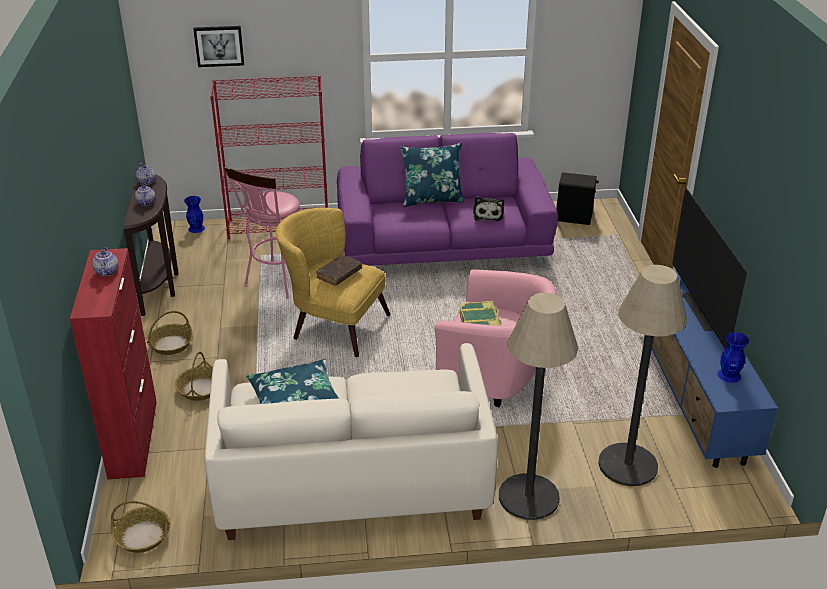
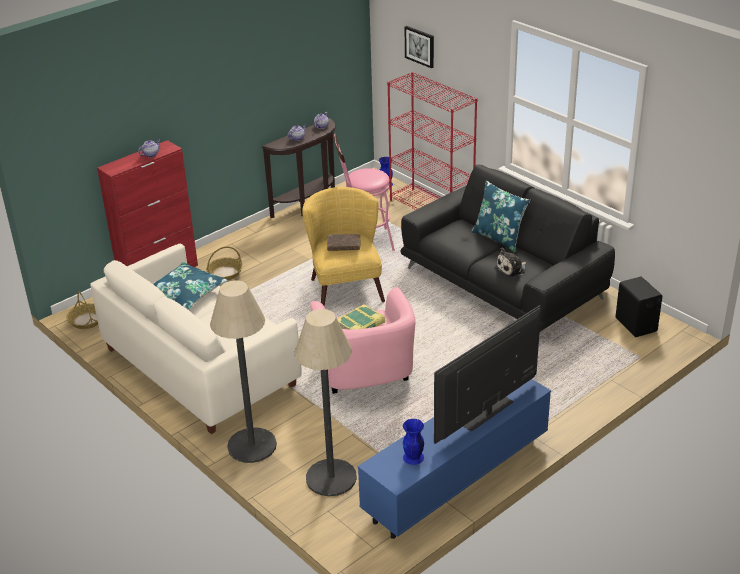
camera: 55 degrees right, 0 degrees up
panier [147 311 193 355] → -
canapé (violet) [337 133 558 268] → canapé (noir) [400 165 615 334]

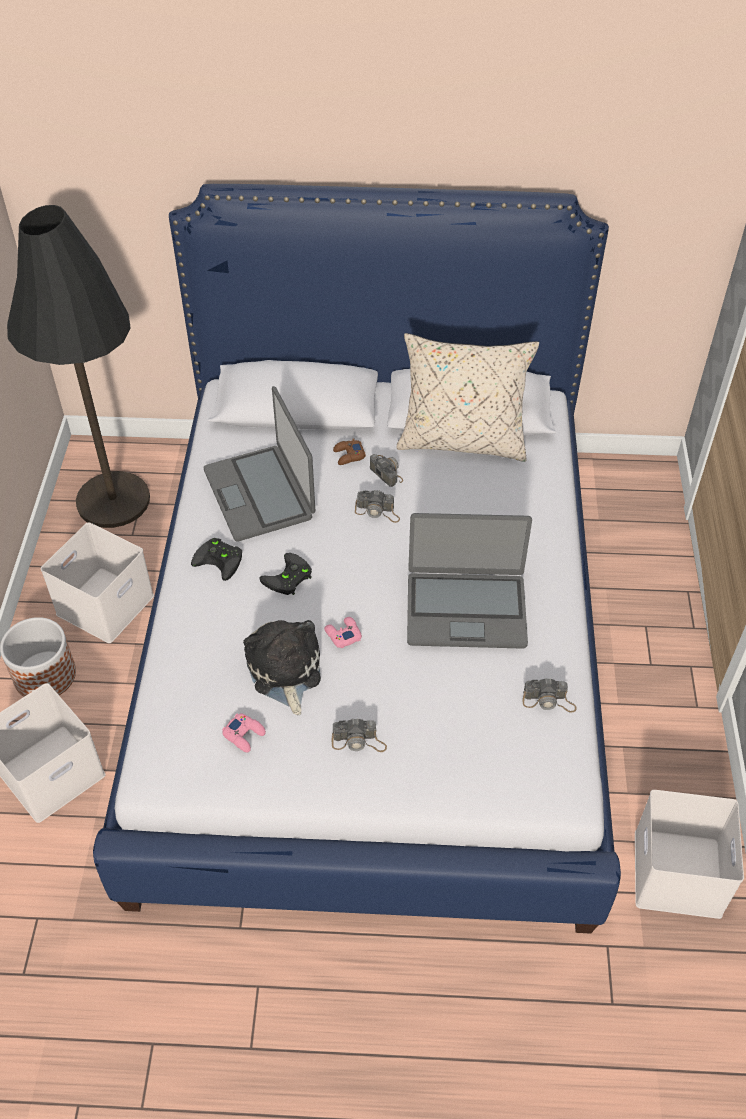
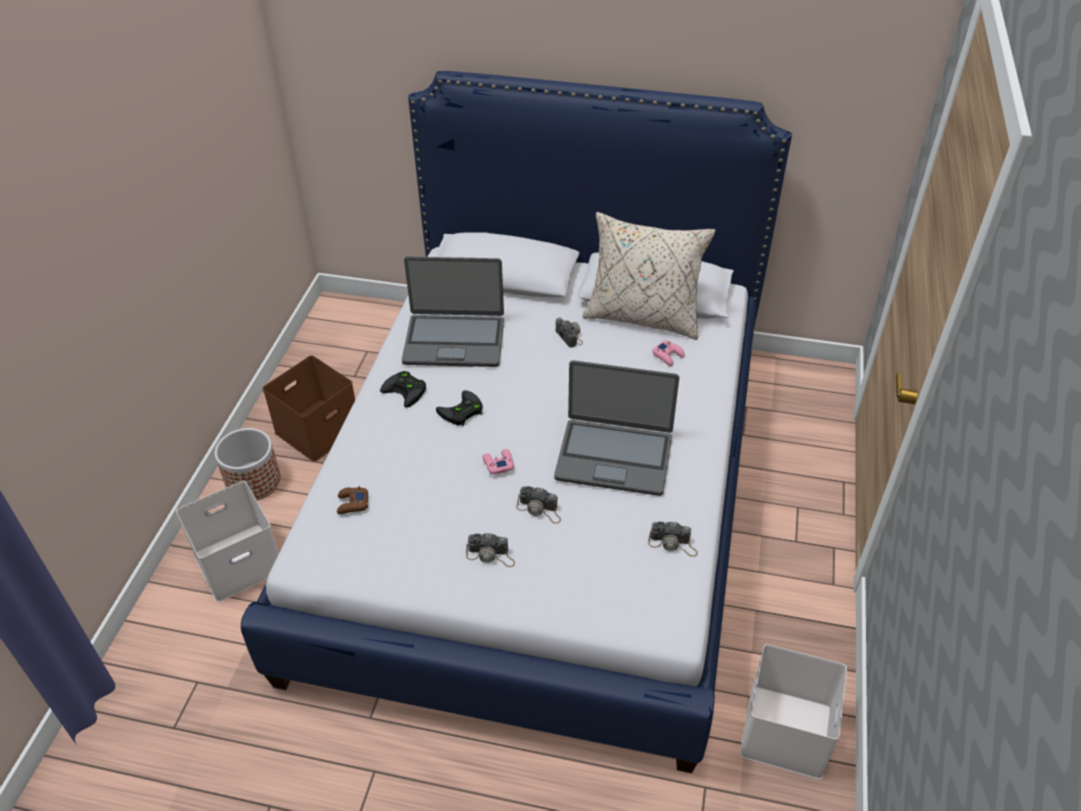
camera: 10 degrees right, 5 degrees down
lampadaire (noir) [7 205 150 528] → -
peluche [243 620 321 715] → -
manette (rose) [222 713 266 752] → manette (rose) [652 341 685 366], relocated
manette (marron) [333 438 366 465] → manette (marron) [337 486 368 514], relocated
appareil photo [355 490 400 523] → appareil photo [516 486 561 524], relocated
boîte de rangement (blanc) [41 522 154 643] → boîte de rangement (marron) [263 355 355 462]
ordinateur portable [204 386 315 542] → ordinateur portable [402 256 504 367], 75 degrees counterclockwise

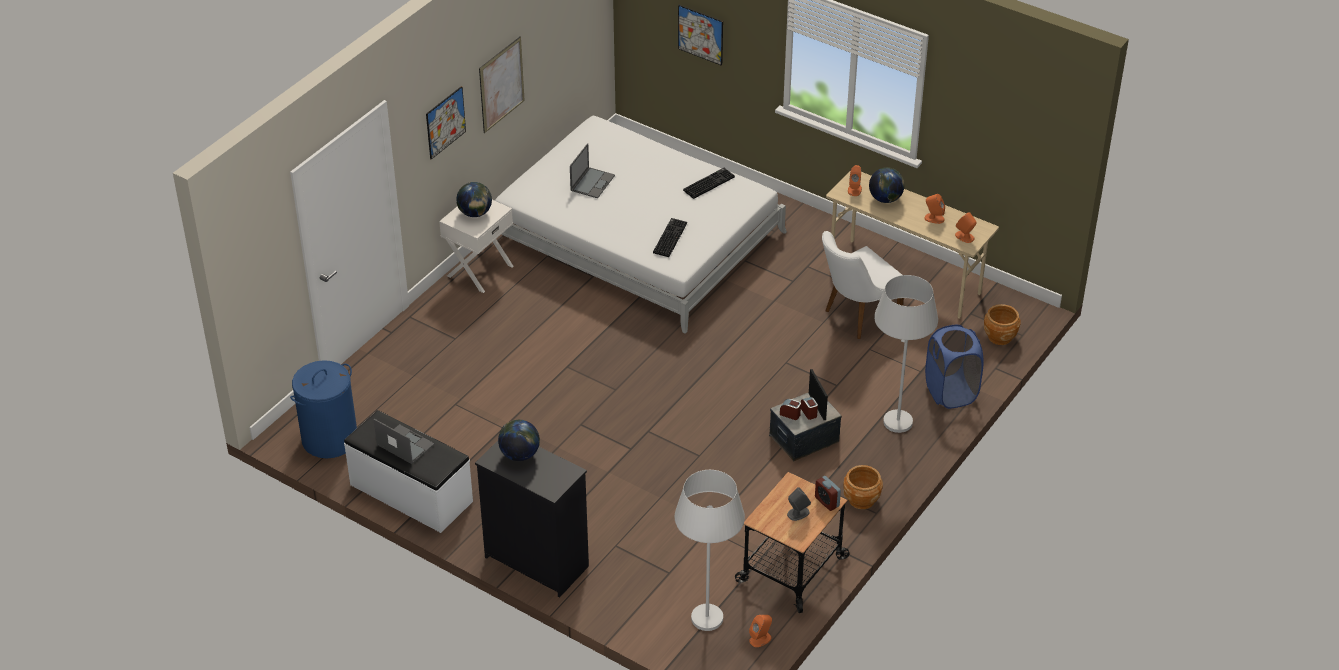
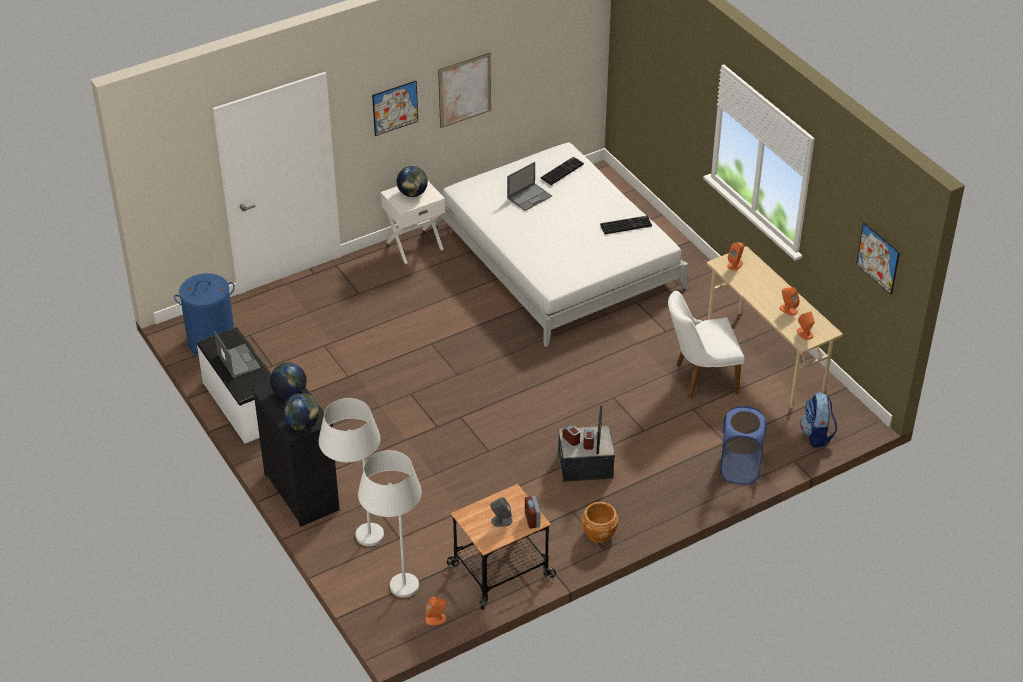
camera: 25 degrees right, 0 degrees up
clavier [653 218 687 257] → clavier [541 157 584 185], relocated
tableau [678 5 723 66] → tableau [856 222 900 295], relocated
globe [869 167 905 203] → globe [282 393 319 430], relocated
lampadaire (blanc) [874 275 938 433] → lampadaire (blanc) [319 398 384 546], relocated
cache-pot (marron) [984 304 1020 345] → sac à dos [800 392 837 448]

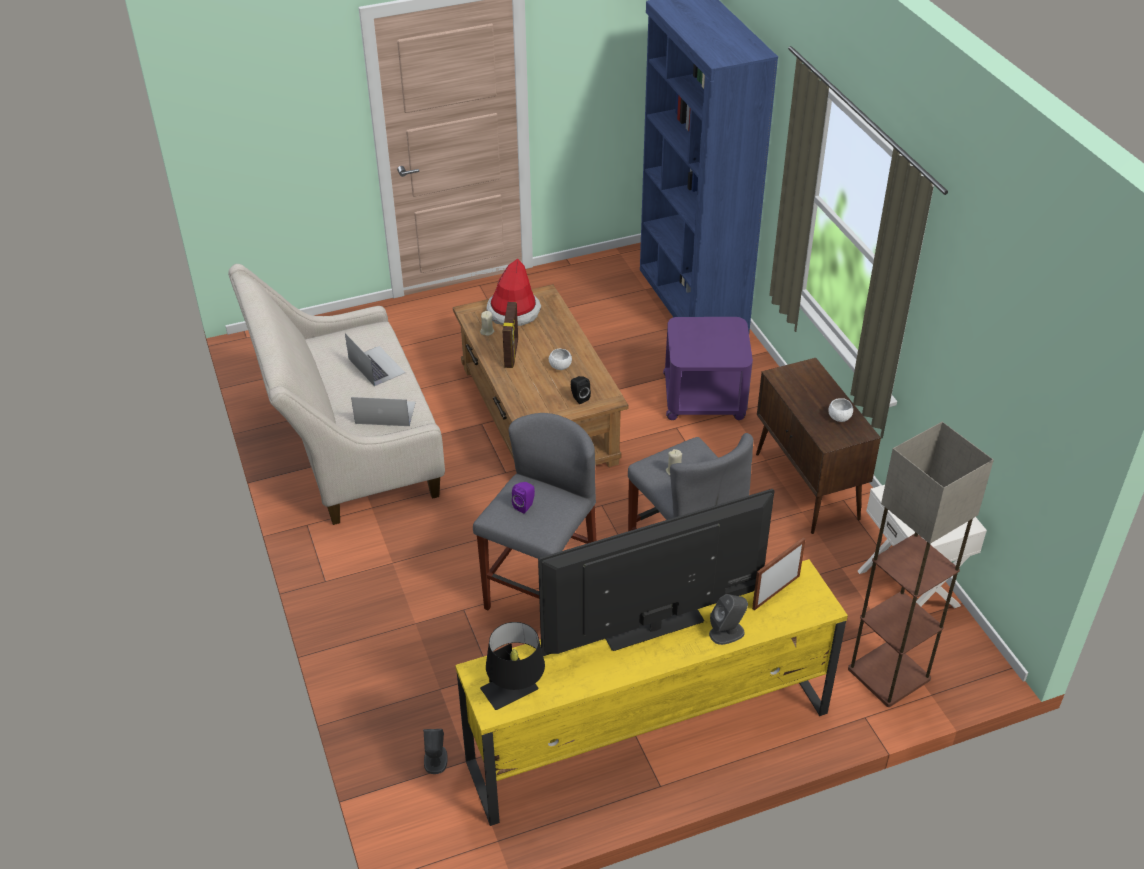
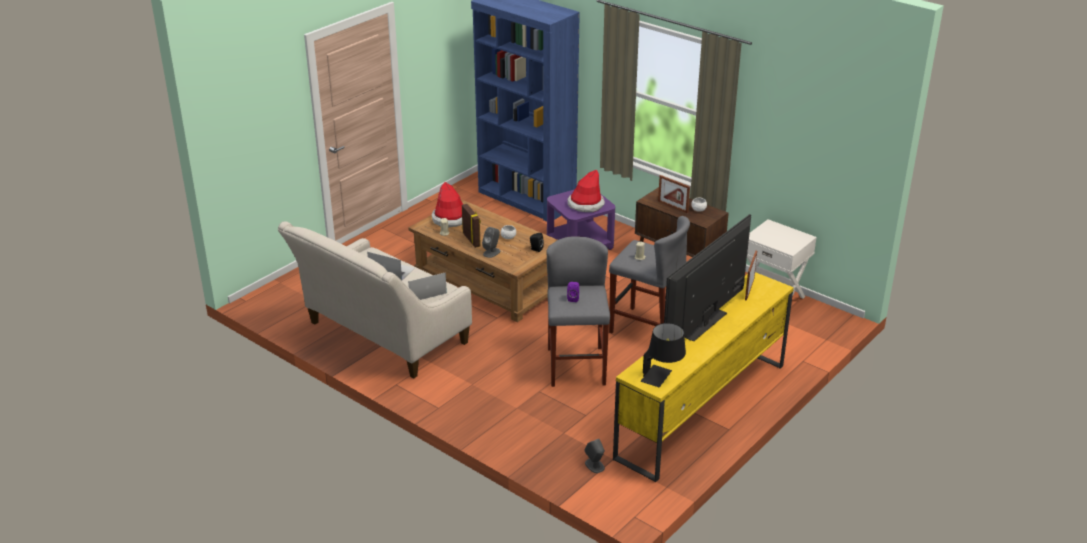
camera: 30 degrees left, 10 degrees down
lampadaire [848 422 994 707] → -
- → chapeau [567 170 605 212]
- → cadre photo [658 175 690 213]
enceinte (gris) [709 594 748 645] → enceinte (gris) [482 227 501 258], relocated

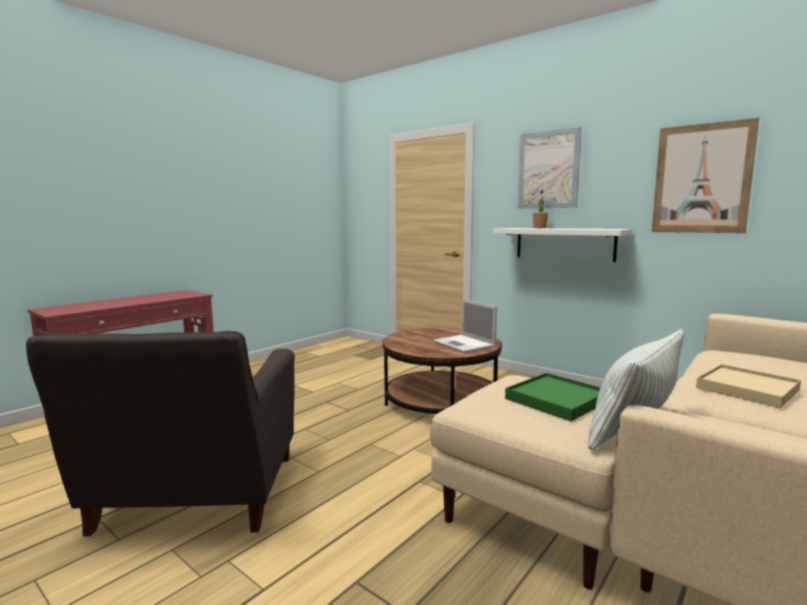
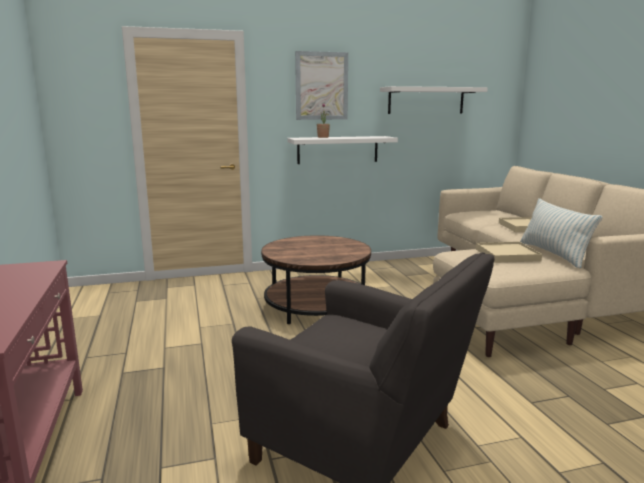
camera: 55 degrees left, 5 degrees up
ordinateur portable [433 300 497 353] → -
tableau [652 118 759 233] → étagère (blanc) [380 86 488 114]
plateau (vert) [505 373 600 421] → plateau (beige) [476 242 542 263]

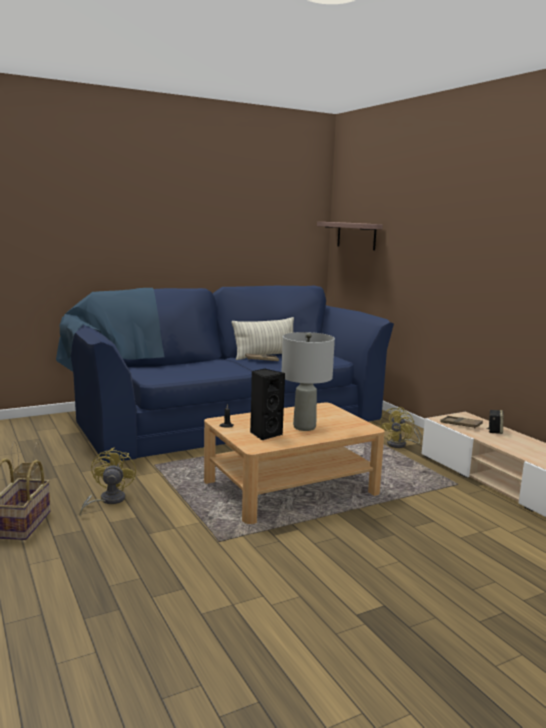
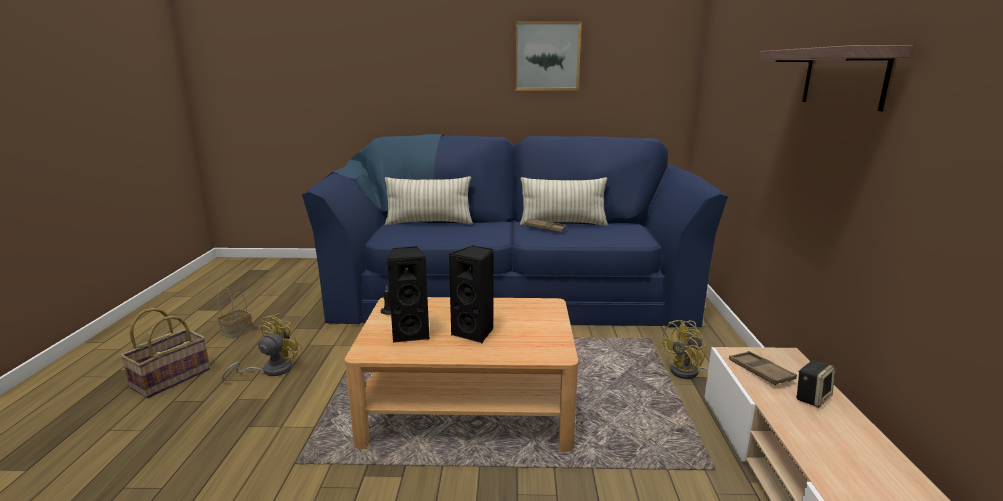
camera: 30 degrees right, 5 degrees up
- → coussin [385 176 473 225]
- → tableau [515 21 582 91]
étagère [317 222 383 250] → étagère [759 45 913 111], relocated
lampe de table (gris) [282 332 335 431] → enceinte (noir) [449 245 494 343]

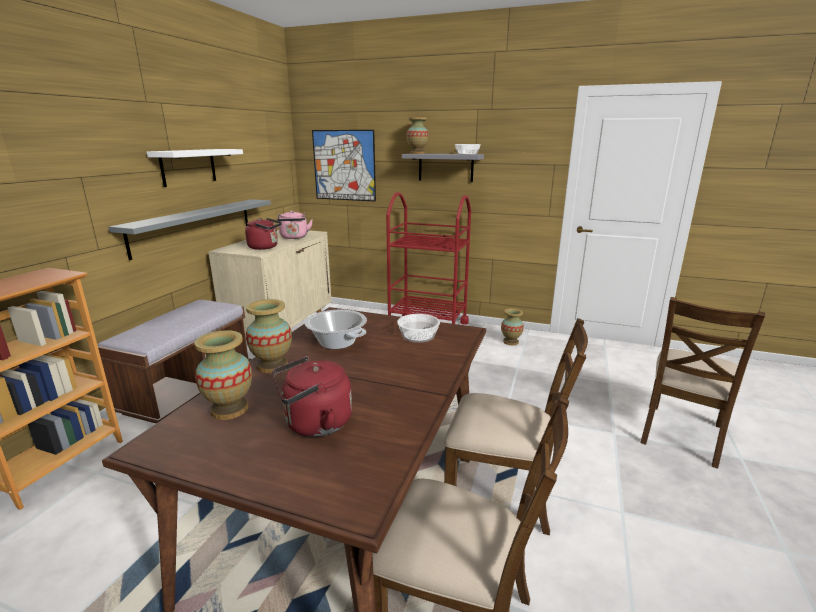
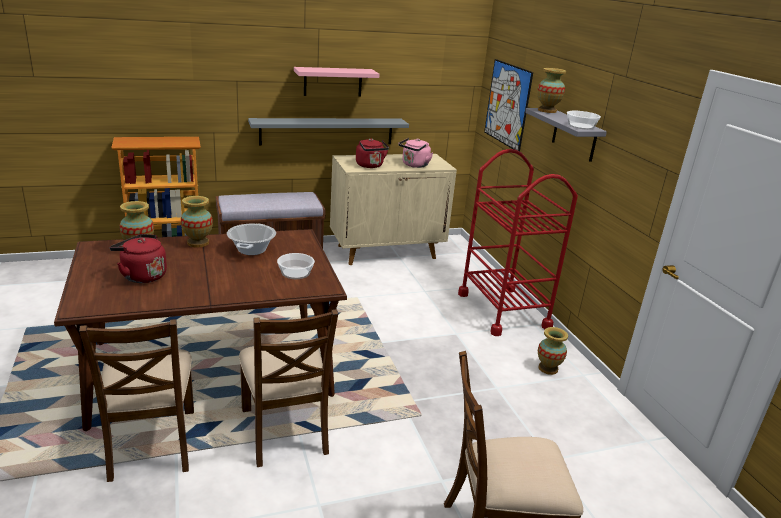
camera: 50 degrees right, 5 degrees up
étagère (blanc) [147 149 243 187] → étagère (rose) [294 67 380 97]

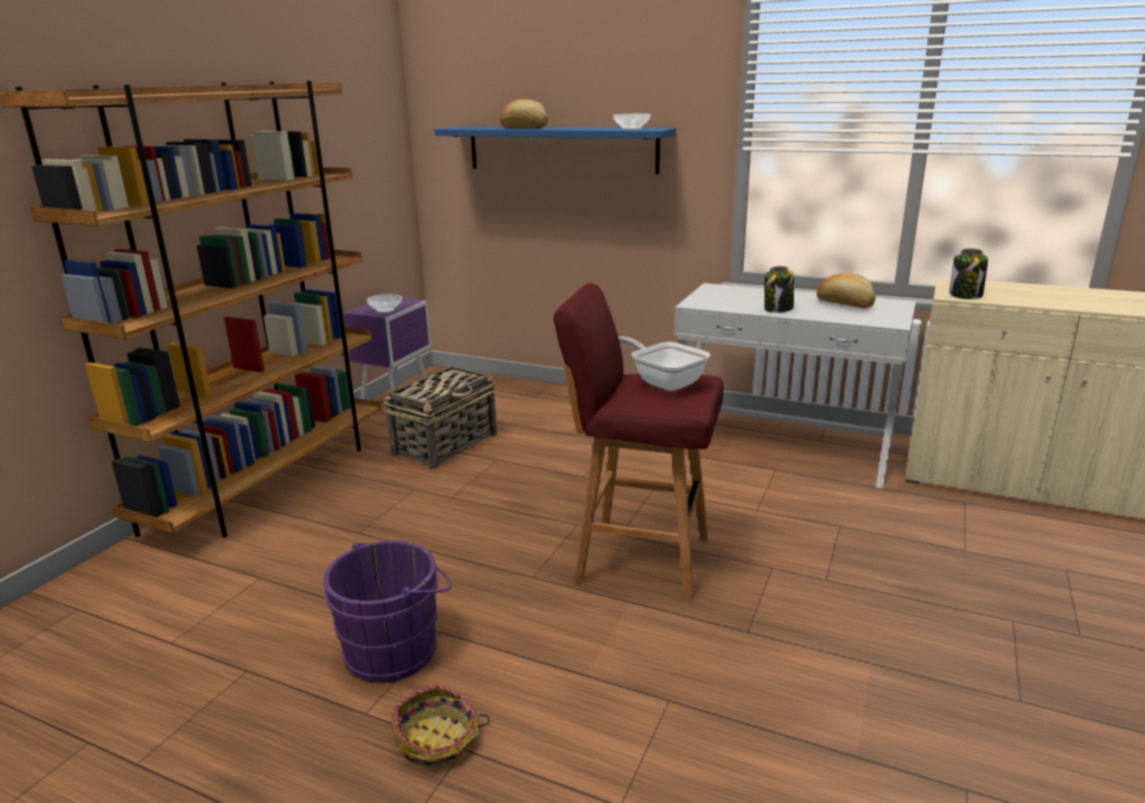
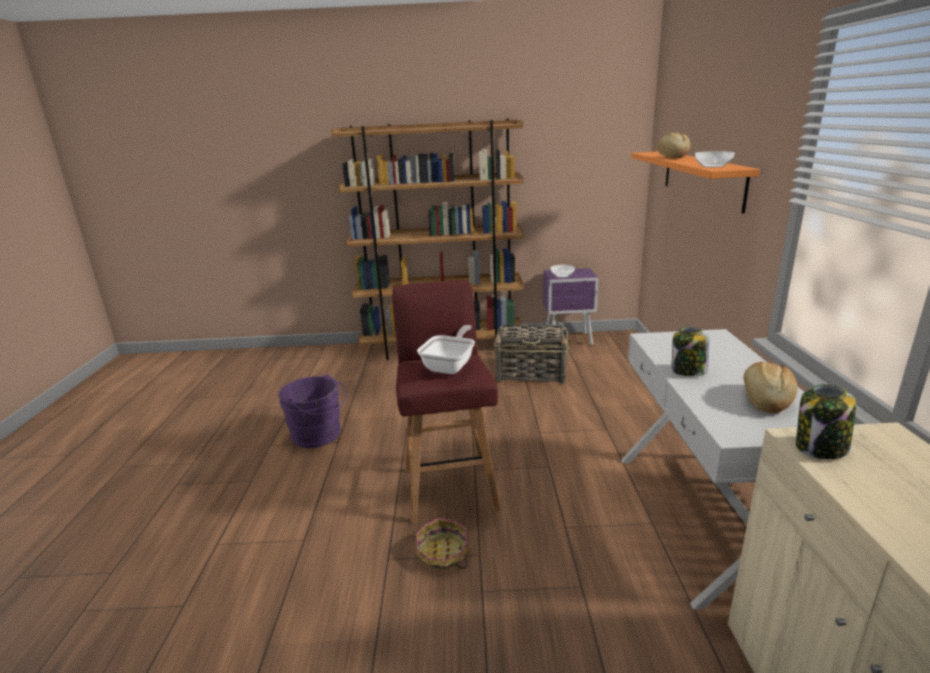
camera: 65 degrees right, 0 degrees up
panier [392 684 490 768] → panier [415 518 471 570], relocated
étagère (bleu) [435 126 676 174] → étagère (orange) [631 152 760 214]

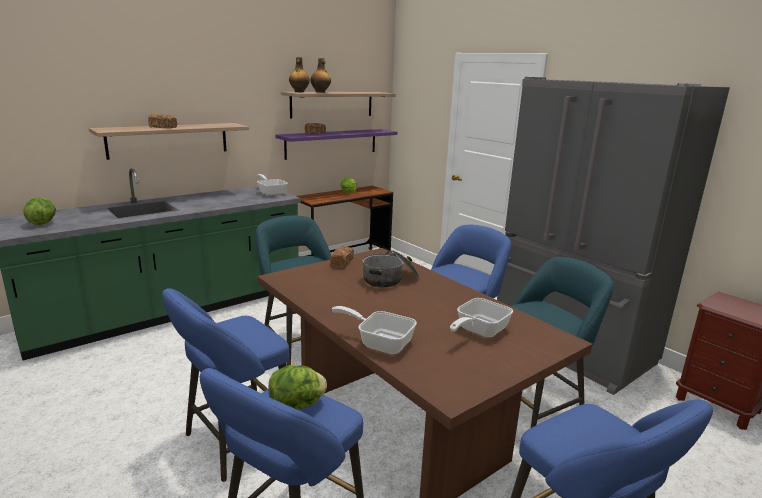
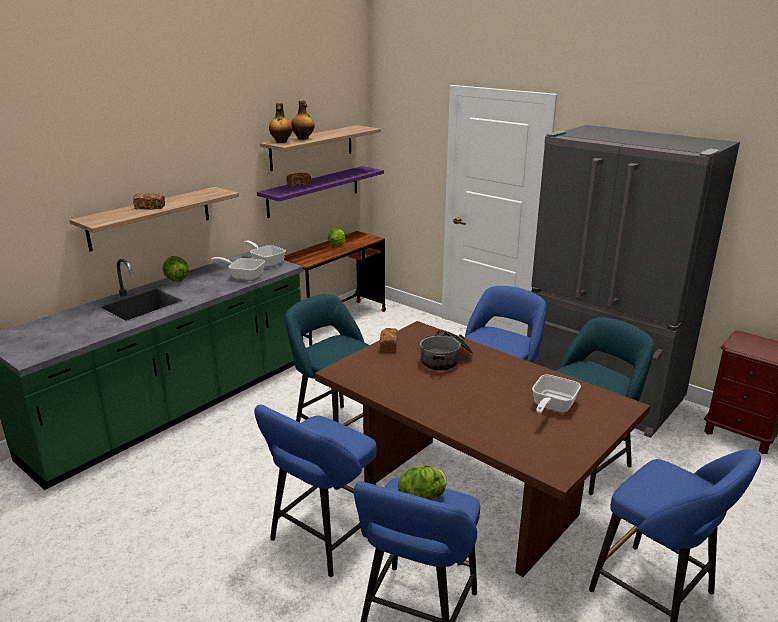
camera: 10 degrees left, 5 degrees up
laitue [23 197 56 225] → laitue [163 256 189 282], relocated
poêle [332 306 417 354] → poêle [211 257 265 281], relocated

